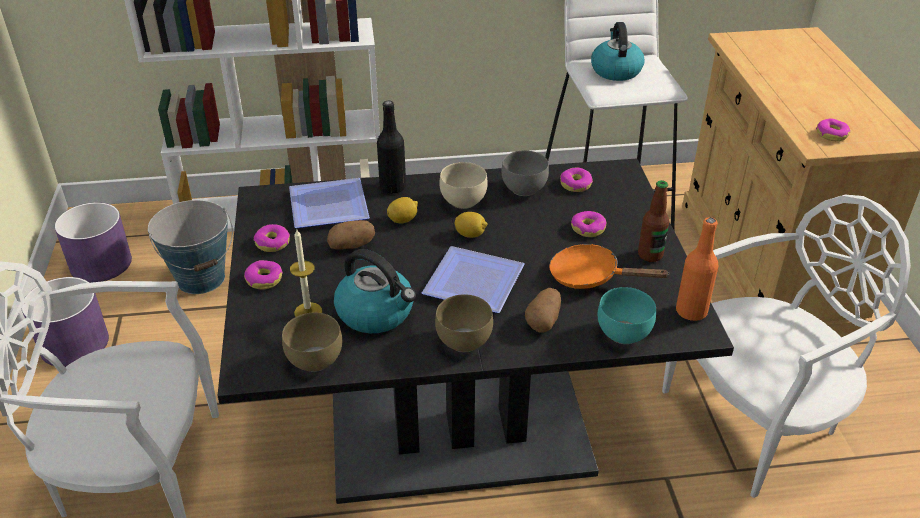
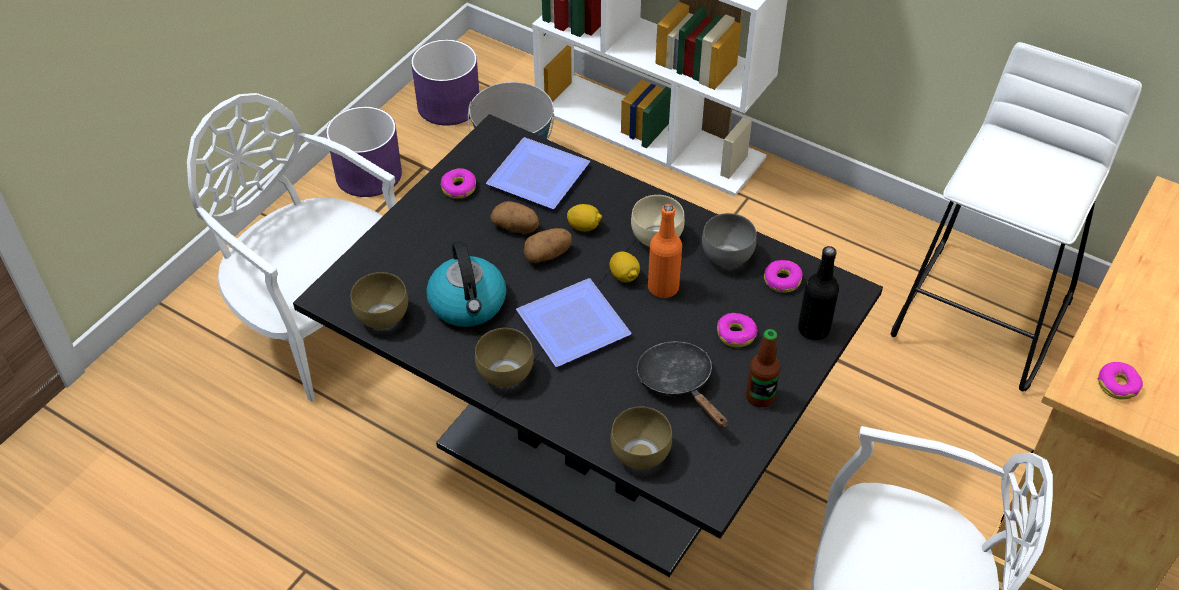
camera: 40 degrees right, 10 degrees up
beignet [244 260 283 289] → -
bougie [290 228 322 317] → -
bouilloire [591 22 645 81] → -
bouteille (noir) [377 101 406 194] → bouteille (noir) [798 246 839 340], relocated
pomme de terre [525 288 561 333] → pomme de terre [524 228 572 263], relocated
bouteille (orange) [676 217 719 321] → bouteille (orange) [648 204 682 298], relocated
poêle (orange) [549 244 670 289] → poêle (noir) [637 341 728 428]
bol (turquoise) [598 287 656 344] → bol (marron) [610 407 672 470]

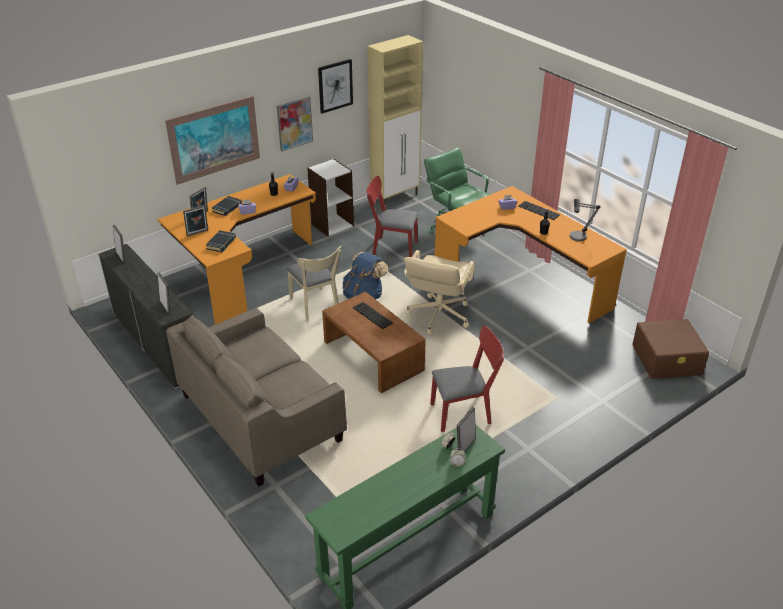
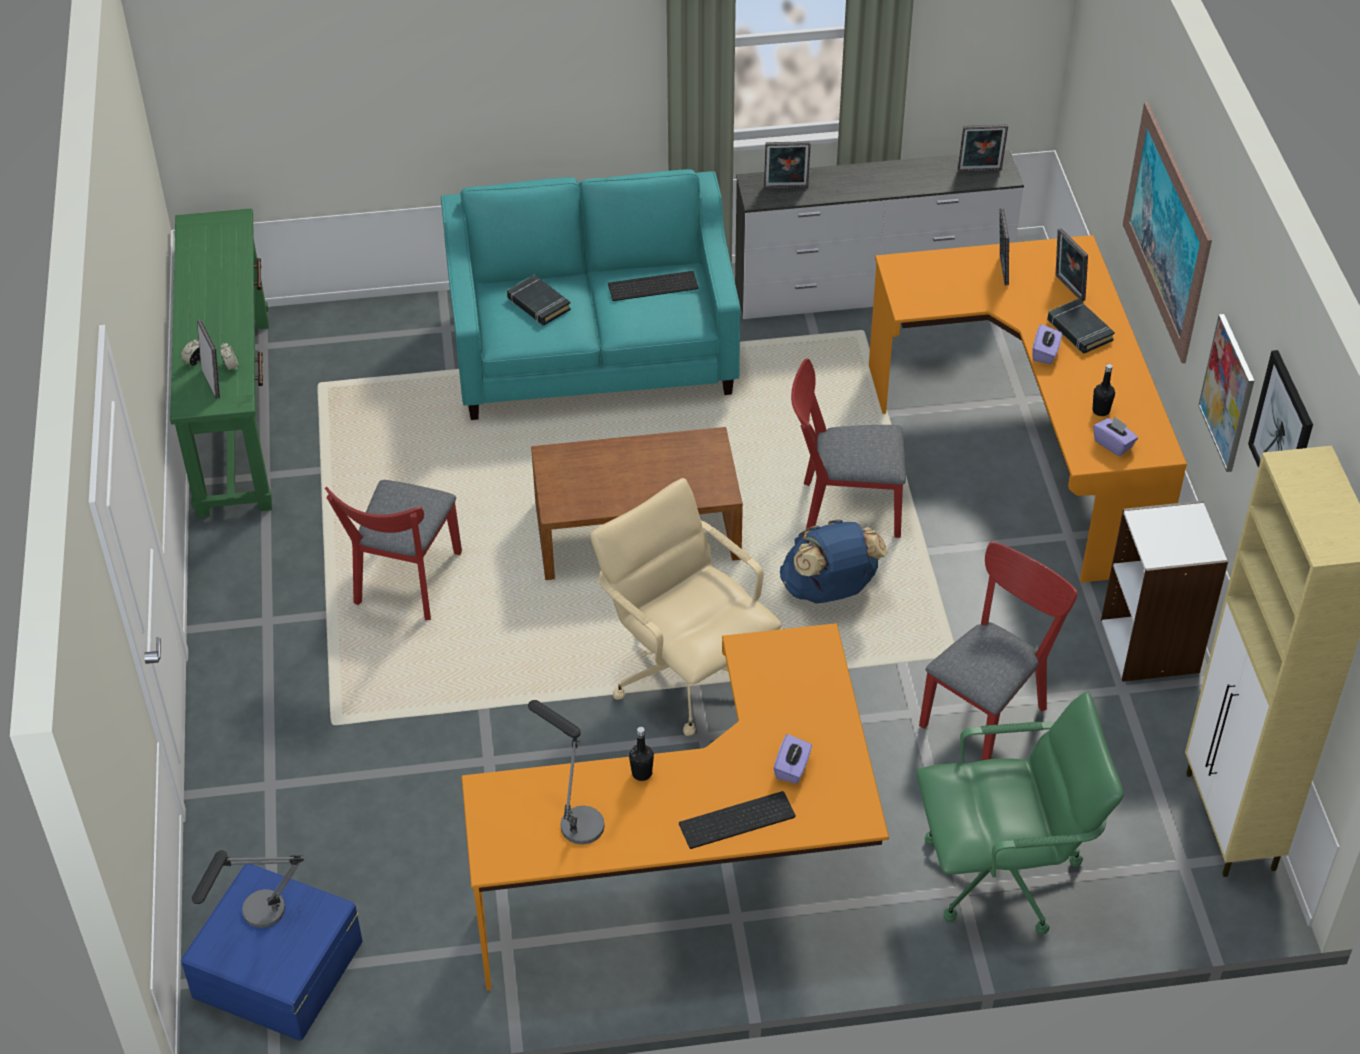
camera: 120 degrees right, 10 degrees up
- → lampe de table [192 850 304 928]
livre (noir) [206 230 236 252] → livre (noir) [507 274 571 326], relocated
clavier [353 302 393 329] → clavier [608 271 699 301], relocated
canapé (beige) [166 308 347 487] → canapé (turquoise) [441 169 740 420]
chaise (beige) [287 246 341 321] → chaise (rouge) [791 358 906 538]
boîte de rangement (marron) [632 319 709 379] → boîte de rangement (bleu) [181 864 363 1041]

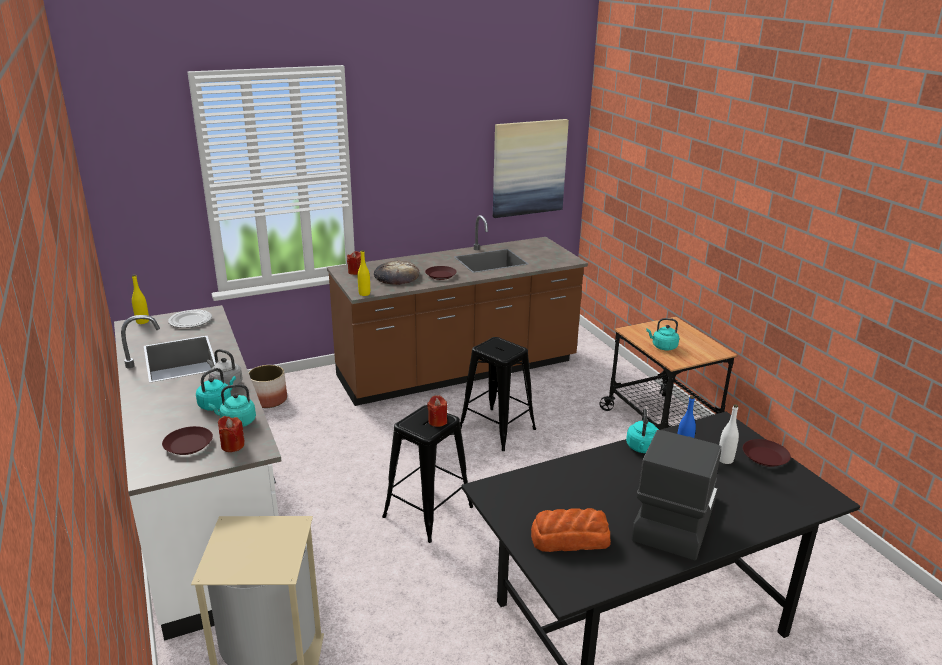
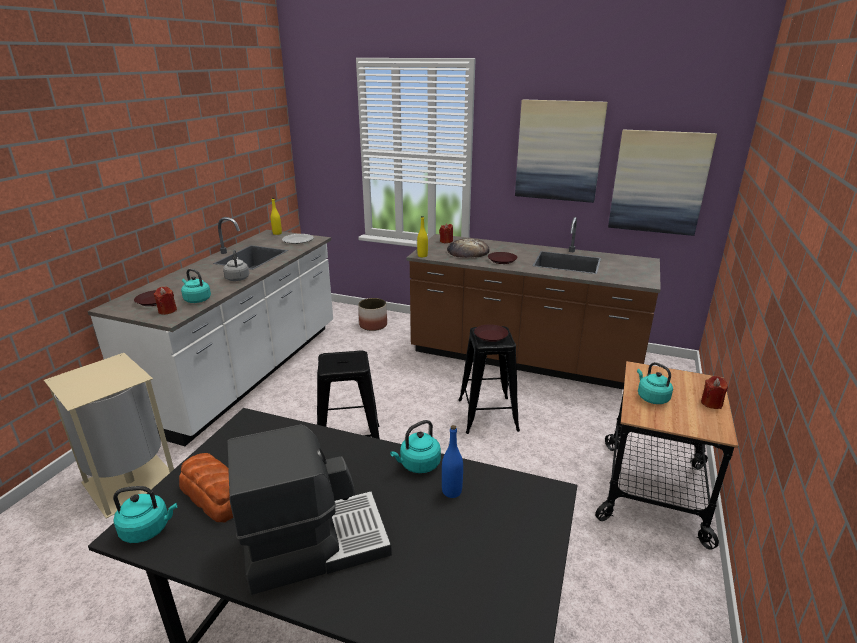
camera: 45 degrees right, 0 degrees up
bouteille (blanc) [719 404 739 464] → -
- → tableau [515 100 608 203]
bouilloire (turquoise) [196 368 236 411] → bouilloire (turquoise) [113 486 177 543], relocated
bougie (rouge) [427 395 447 427] → bougie (rouge) [701 376 728 409], relocated
assiette (marron) [743 439 791 467] → assiette (marron) [474 324 508 342], relocated

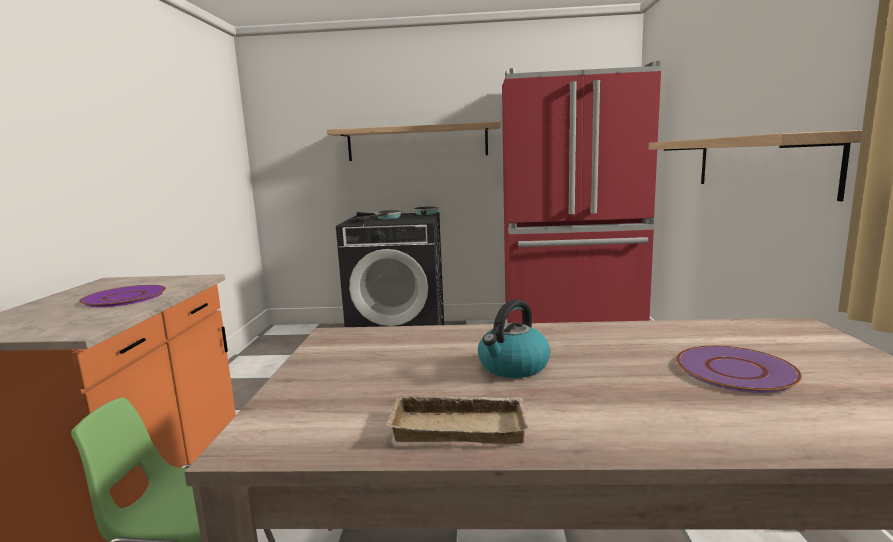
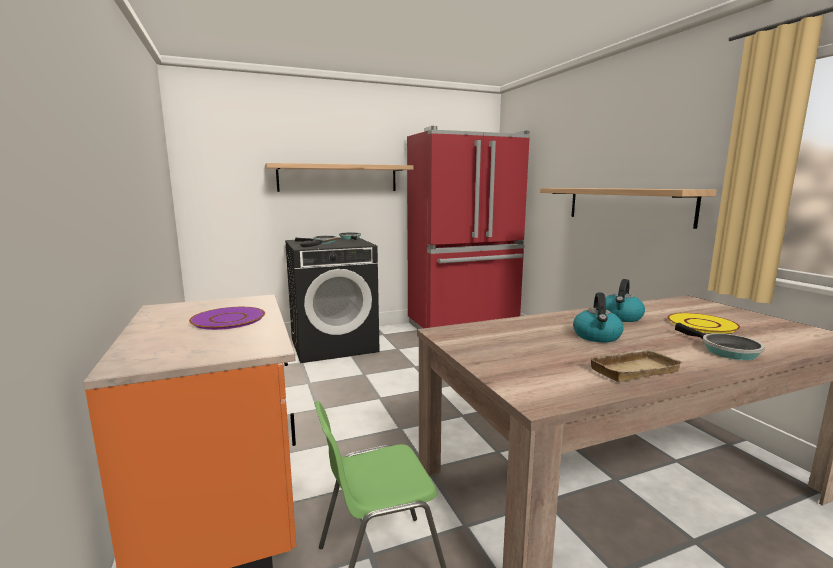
camera: 25 degrees left, 0 degrees up
- → bouilloire [606 279 645 322]
- → poêle [675 323 765 360]
assiette (violet) [676 345 802 393] → assiette (jaune) [667 313 740 334]

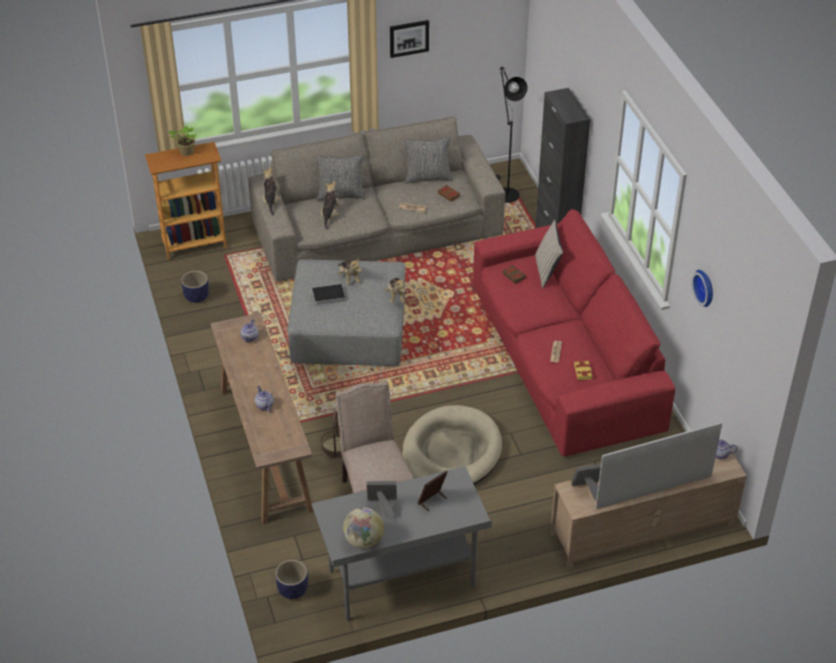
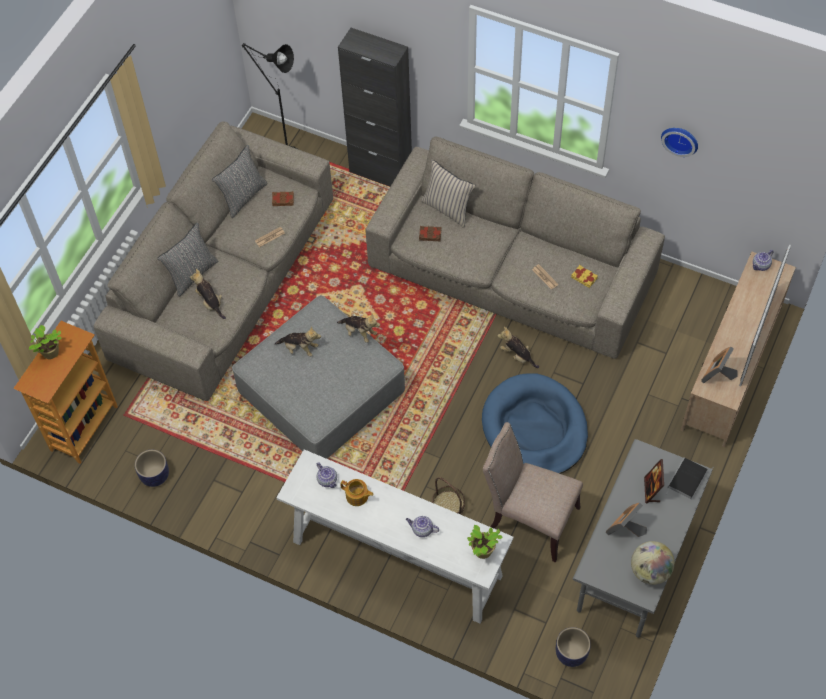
camera: 45 degrees left, 15 degrees up
tableau [390 20 429 58] → -
- → théière [340 479 373 506]
- → plante en pot [467 525 503 559]
peluche [263 167 281 215] → peluche [498 327 539 368], relocated
livre [307 284 345 306] → livre [666 457 708 500], relocated
table console (marron) [211 313 314 524] → table console (blanc) [276 449 514 623]
panier pour chien (beige) [402 405 502 485] → panier pour chien (bleu) [482 373 588 474]
canapé (rouge) [473 209 675 457] → canapé (beige) [365 137 665 359]

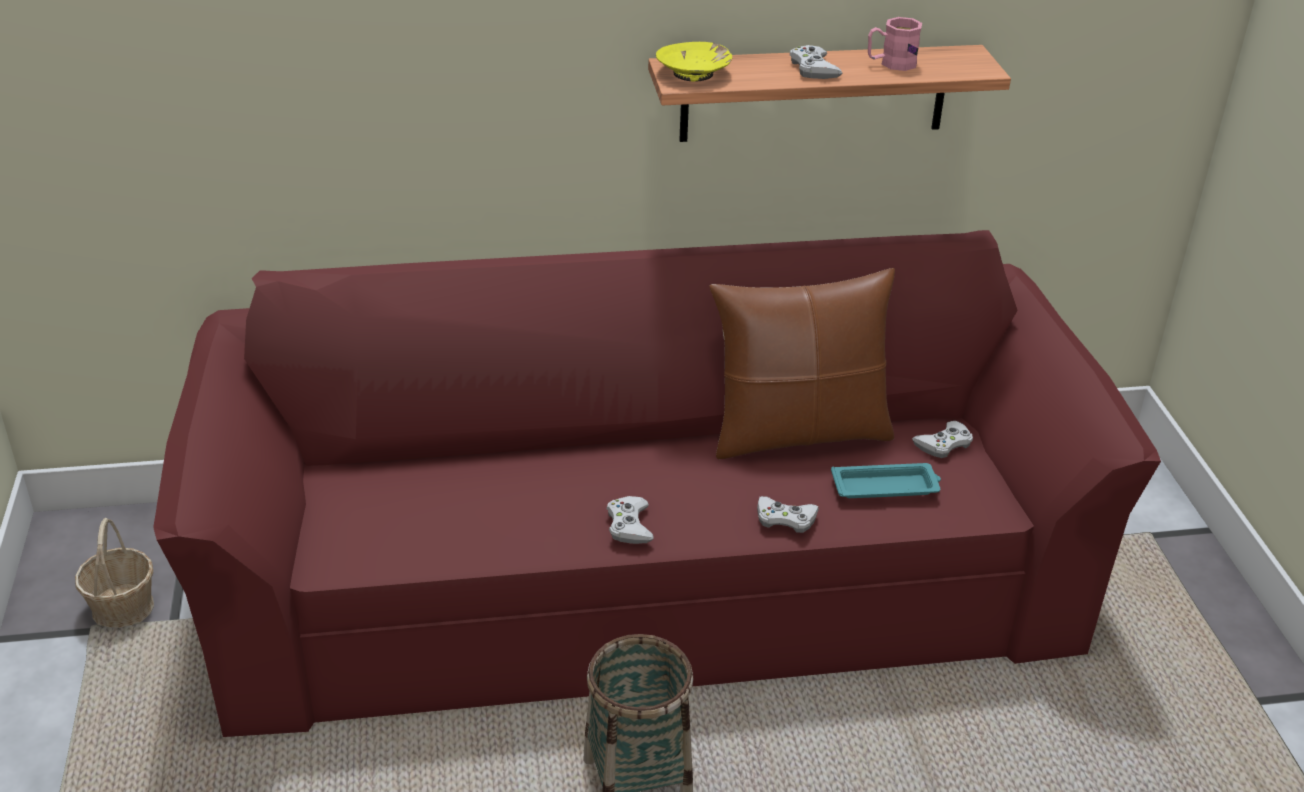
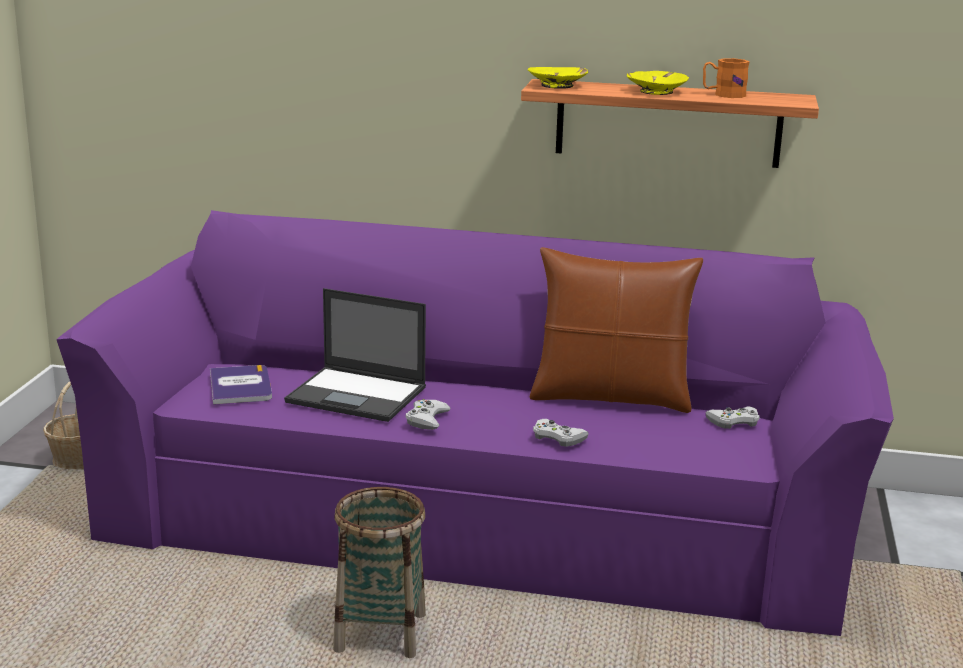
camera: 20 degrees right, 15 degrees down
plateau (turquoise) [831 463 941 498] → -
- → livre [210 365 272 405]
- → ordinateur portable [284 288 426 422]
manette (blanc) [790 45 843 79] → bol (jaune) [627 71 689 95]
canapé (rouge) [153 230 1161 737] → canapé (violet) [56 210 894 636]
mug (rose) [868 17 922 71] → mug (orange) [703 58 750 98]

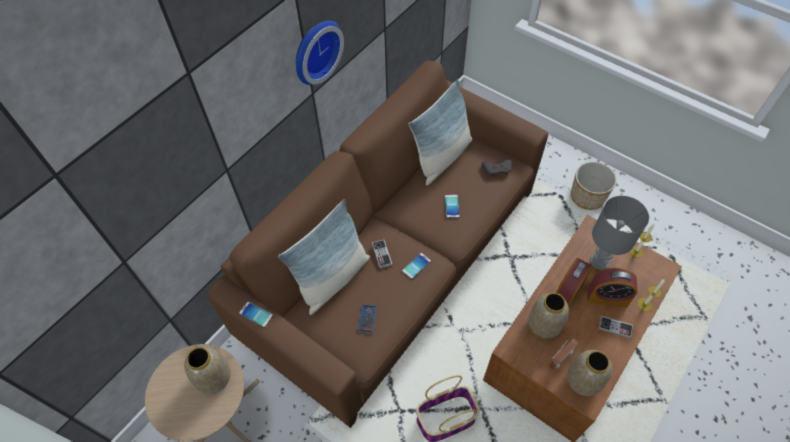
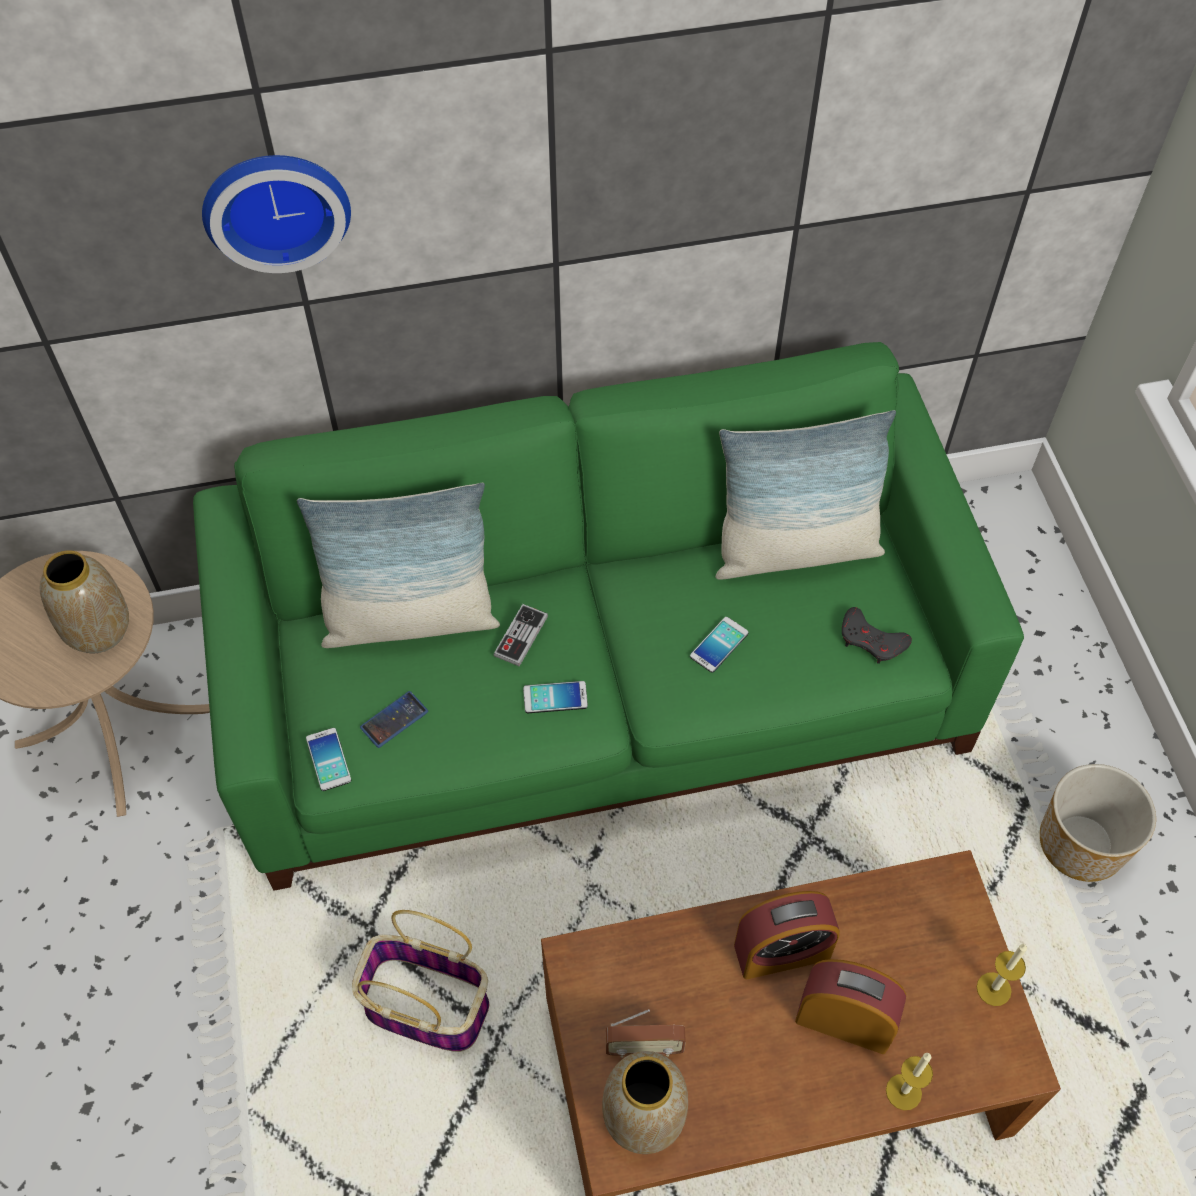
camera: 40 degrees right, 0 degrees up
vase [528 293 569 338] → -
lampe de table (gris) [590 196 649 270] → -
manette [599 316 633 338] → -
téléphone [239 302 273 328] → téléphone [306 728 351 791], relocated
horloge murale [296 21 344 85] → horloge murale [202 155 351 273], relocated
canapé (marron) [207 61 548 428] → canapé (vert) [193 342 1024 891]
réveil [587 268 638 307] → réveil [795 959 906 1054], 150 degrees clockwise

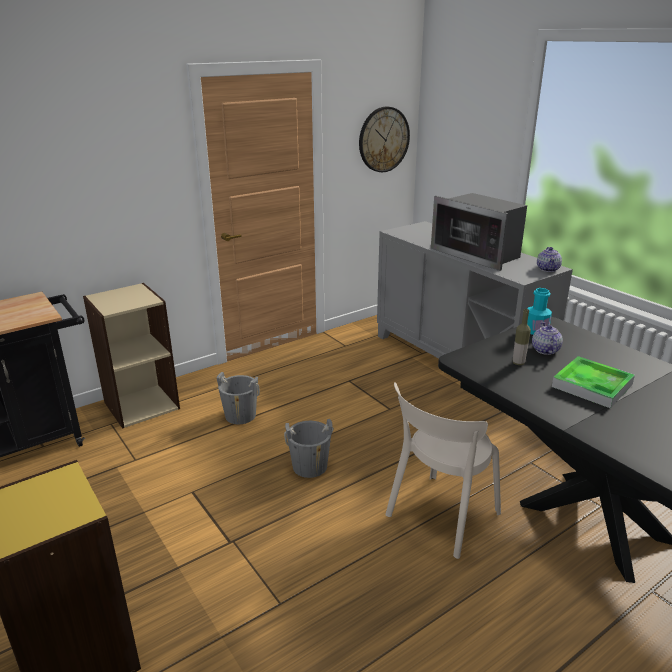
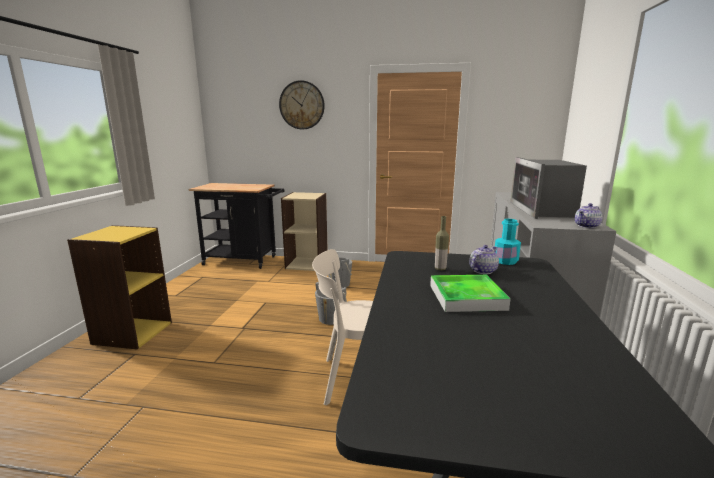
camera: 45 degrees right, 10 degrees down
horloge murale [359 107 410 172] → horloge murale [279 80 325 129], relocated

